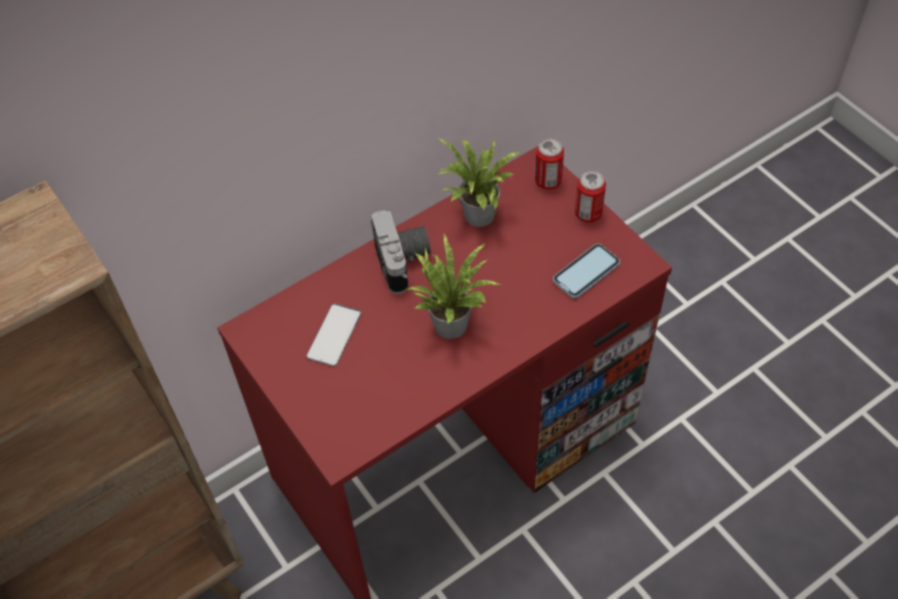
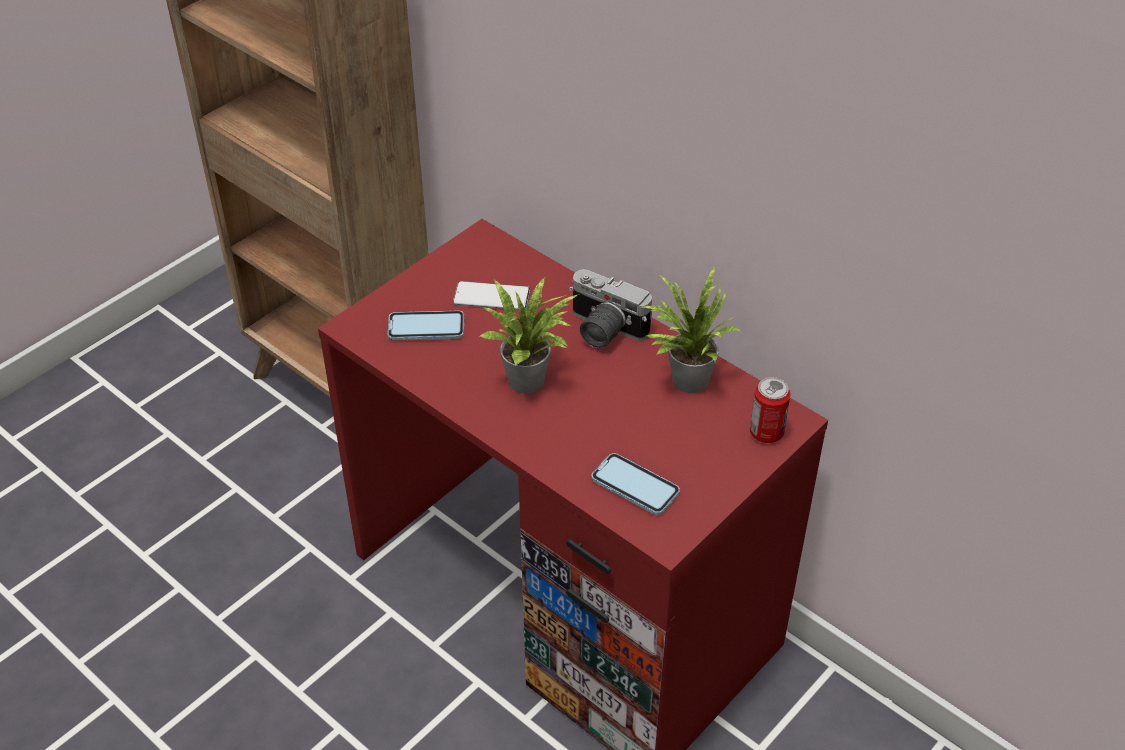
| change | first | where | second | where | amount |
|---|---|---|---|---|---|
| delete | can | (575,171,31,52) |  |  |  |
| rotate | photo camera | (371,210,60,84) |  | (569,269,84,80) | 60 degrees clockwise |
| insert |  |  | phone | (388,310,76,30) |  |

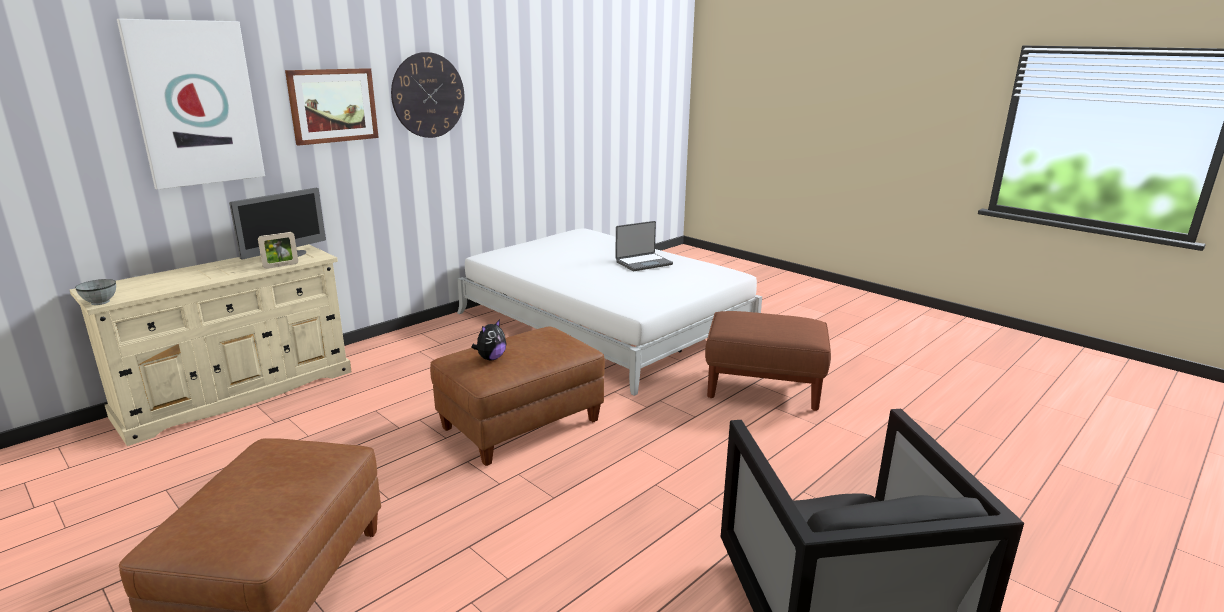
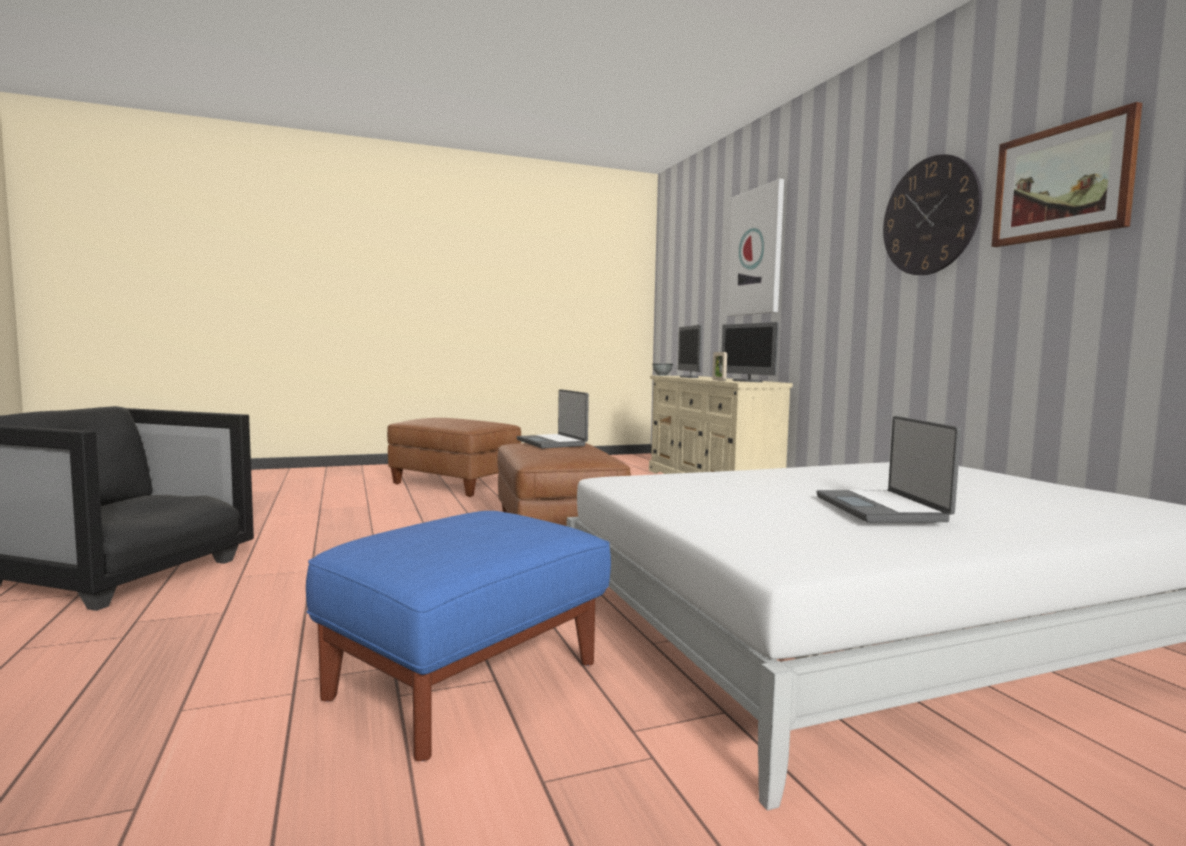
| change | first | where | second | where | amount |
|---|---|---|---|---|---|
| move | picture | (285,68,94,78) |  | (992,102,150,145) |  |
| recolor | ottoman/brown | (705,311,126,100) | ottoman/blue | (306,511,305,250) |  |
| replace | plush toy | (471,319,35,42) | laptop | (517,389,72,59) |  |
| insert |  |  | monitor | (678,325,25,53) |  |

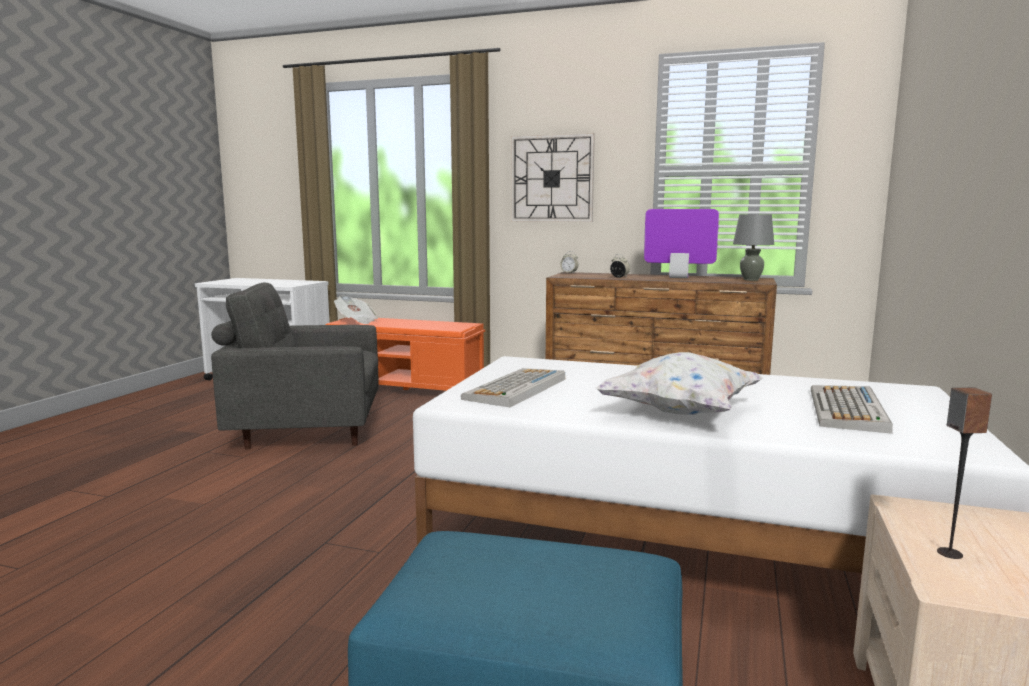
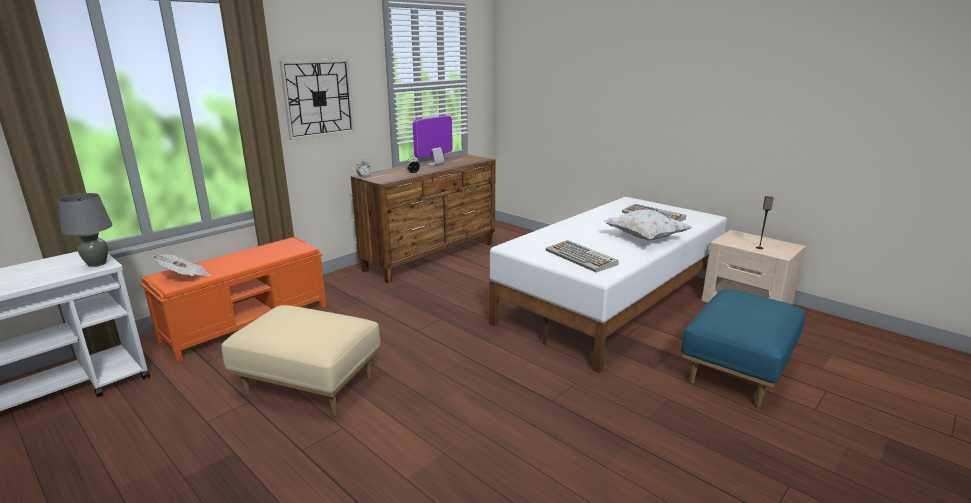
| change | first | where | second | where | amount |
|---|---|---|---|---|---|
| move | table lamp/grey | (733,214,41,67) |  | (58,193,54,74) |  |
| replace | armchair/grey | (211,283,168,167) | ottoman/beige | (222,305,159,111) |  |

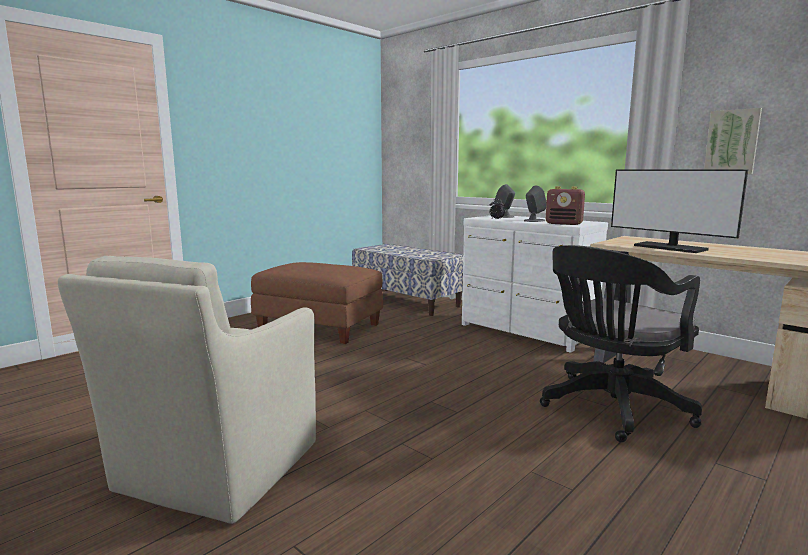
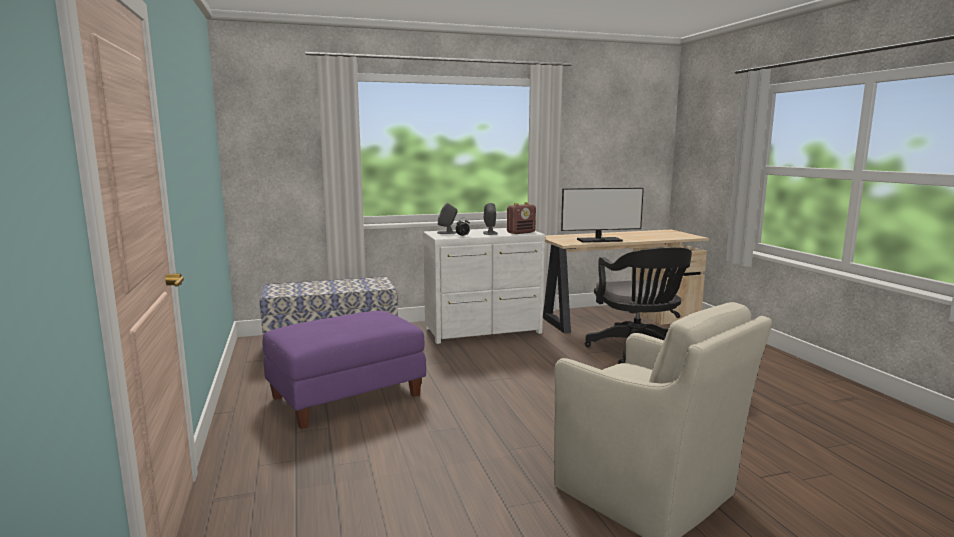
| change | first | where | second | where | amount |
|---|---|---|---|---|---|
| delete | picture | (704,108,58,66) |  |  |  |
| recolor | ottoman/brown | (251,262,132,82) | ottoman/purple | (263,311,163,118) |  |

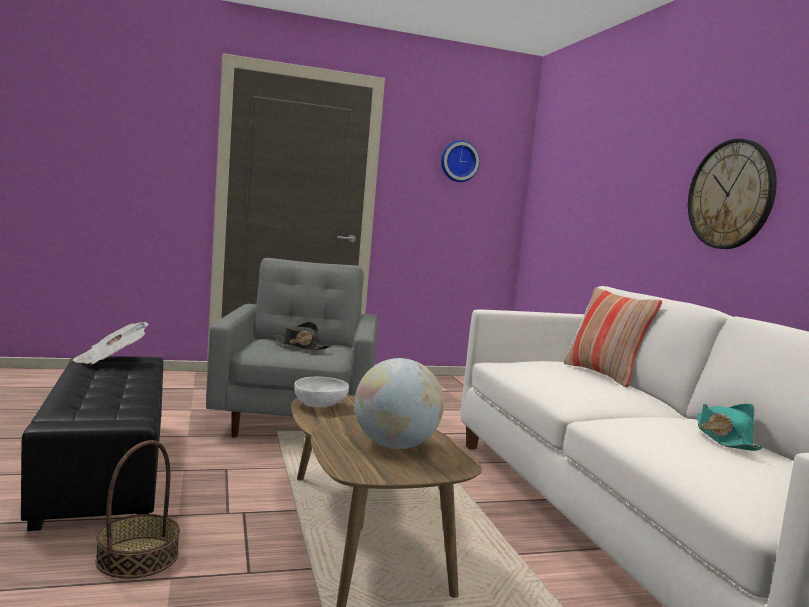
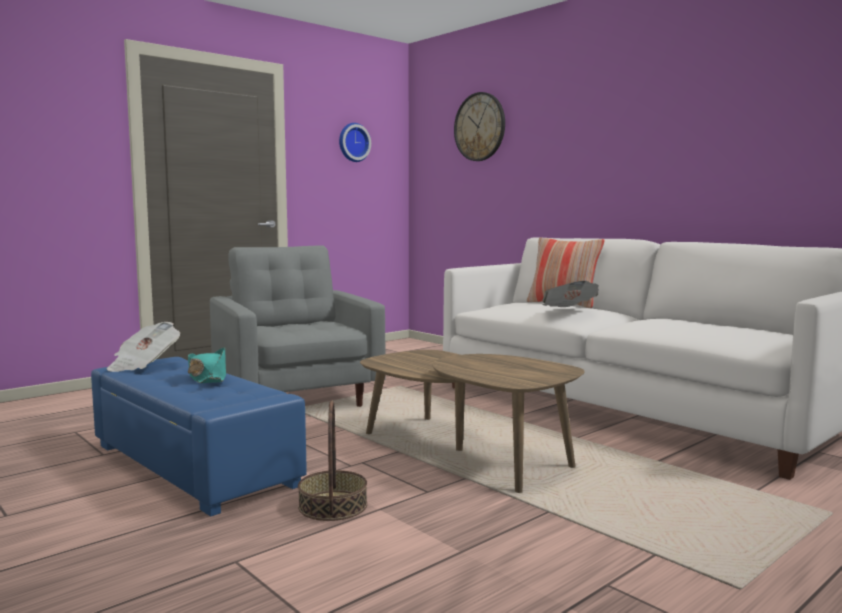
| change | first | where | second | where | amount |
|---|---|---|---|---|---|
| move | wall clock | (688,139,89,110) |  | (454,92,51,69) |  |
| delete | hat/black | (273,322,59,29) |  |  |  |
| recolor | ottoman/black | (21,356,142,175) | ottoman/blue | (91,357,216,159) |  |
| delete | globe | (355,358,89,91) |  |  |  |
| delete | bowl/white | (294,377,55,30) |  |  |  |
| move | hat/turquoise | (697,404,65,47) |  | (188,347,38,36) |  |
| insert |  |  | newspaper | (542,281,57,26) |  |

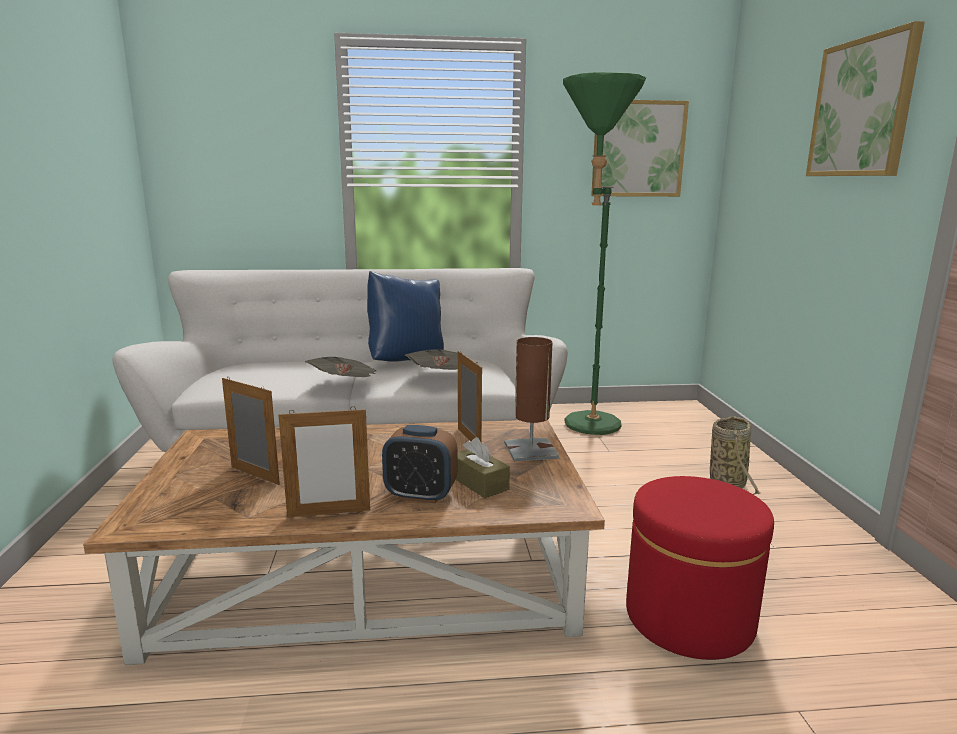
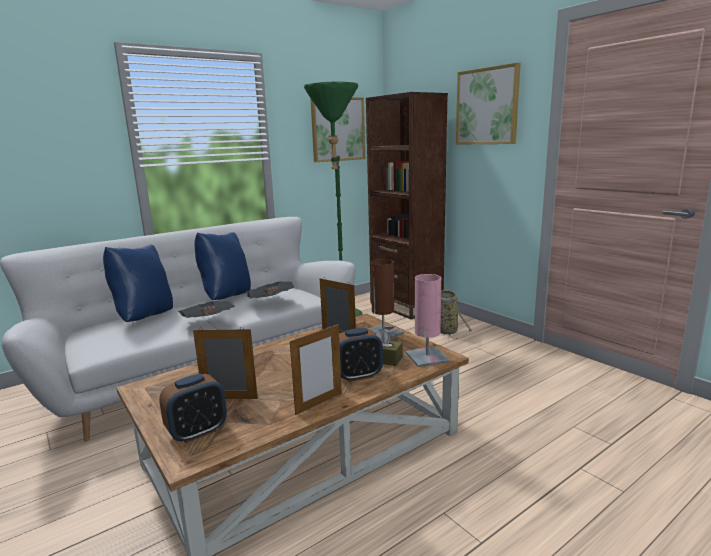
| change | first | where | second | where | amount |
|---|---|---|---|---|---|
| delete | ottoman/red | (626,476,148,184) |  |  |  |
| insert |  |  | bookcase/brown | (366,92,82,228) |  |
| insert |  |  | pillow/blue | (103,245,70,77) |  |
| insert |  |  | table lamp/pink | (406,274,44,93) |  |
| insert |  |  | alarm clock | (159,374,68,69) |  |

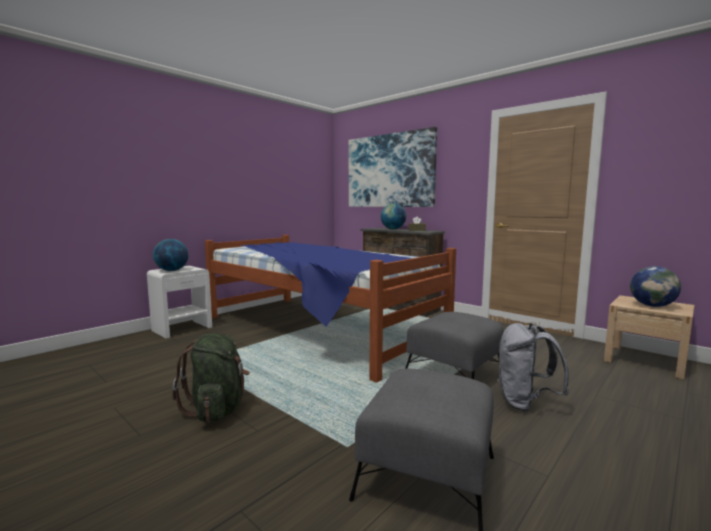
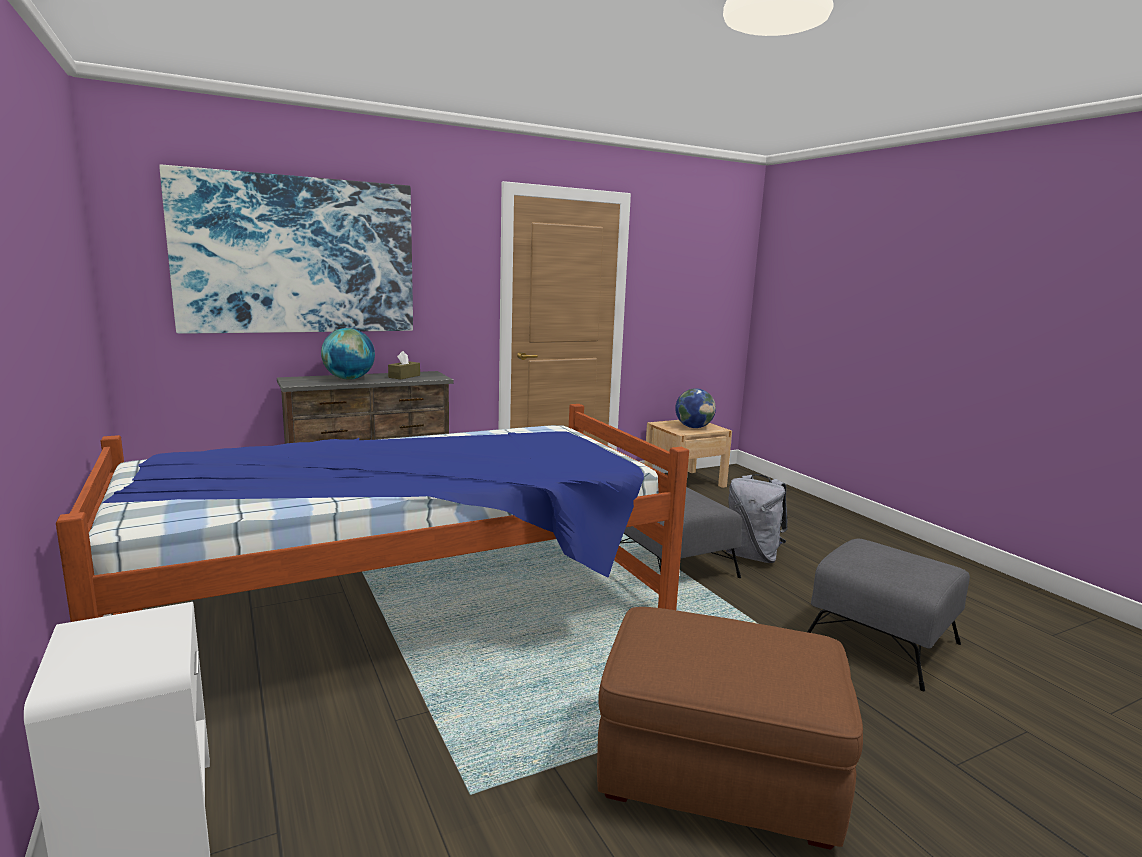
| change | first | where | second | where | amount |
|---|---|---|---|---|---|
| delete | globe | (153,239,36,32) |  |  |  |
| replace | backpack/green | (172,333,78,89) | ottoman/brown | (597,607,266,243) |  |

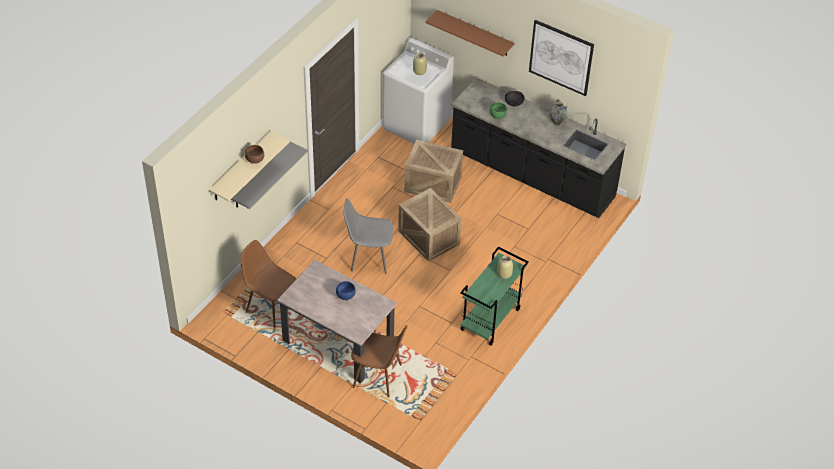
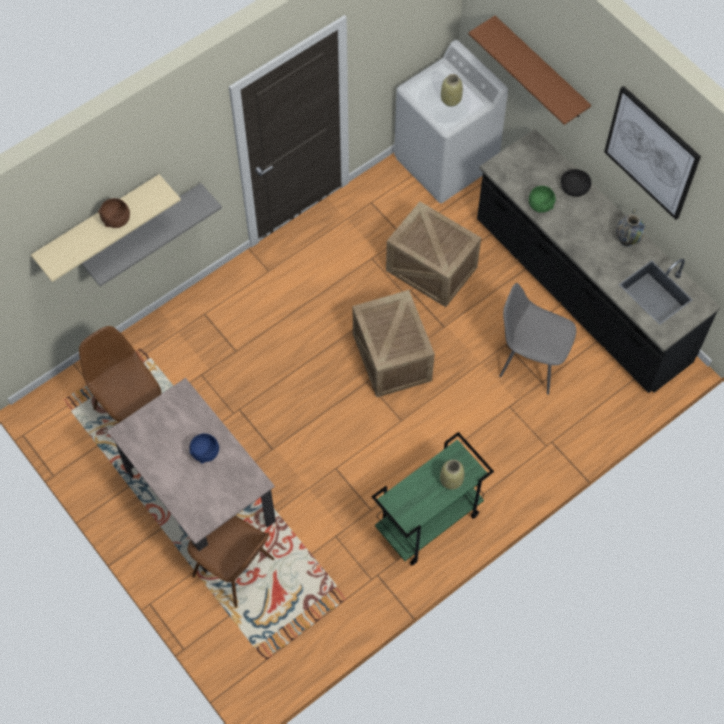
| change | first | where | second | where | amount |
|---|---|---|---|---|---|
| move | chair/grey | (344,198,50,76) |  | (499,283,77,112) |  |

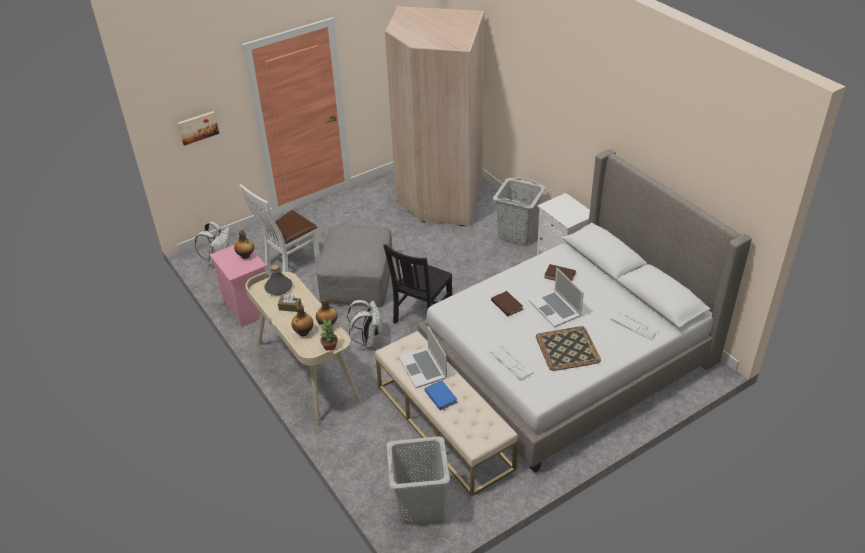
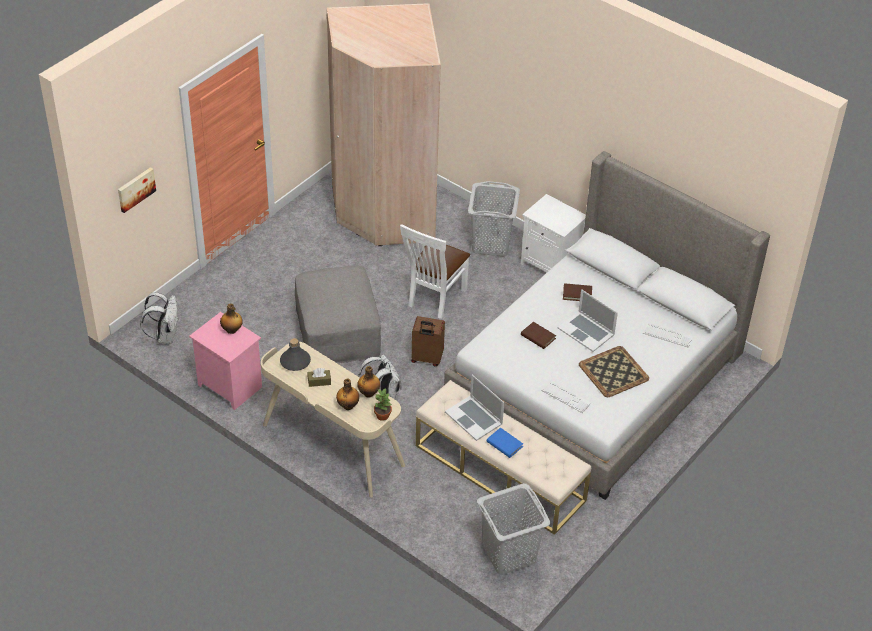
| change | first | where | second | where | amount |
|---|---|---|---|---|---|
| move | chair/white | (239,184,81,88) |  | (400,224,70,95) |  |
| replace | chair/black | (383,244,69,80) | suitcase/brown | (411,316,34,50) |  |

